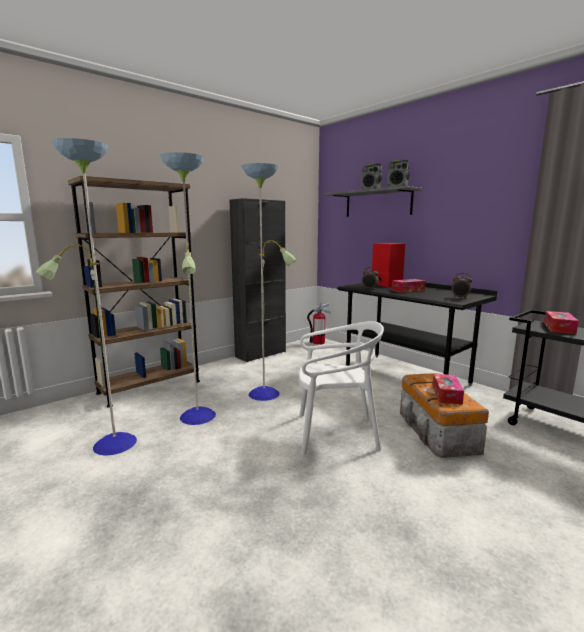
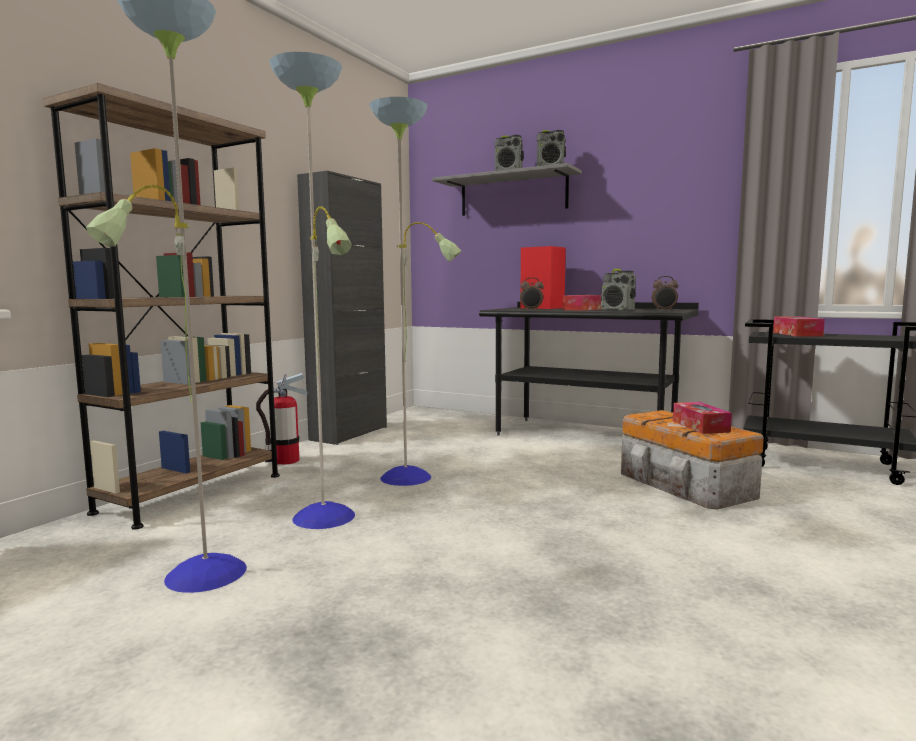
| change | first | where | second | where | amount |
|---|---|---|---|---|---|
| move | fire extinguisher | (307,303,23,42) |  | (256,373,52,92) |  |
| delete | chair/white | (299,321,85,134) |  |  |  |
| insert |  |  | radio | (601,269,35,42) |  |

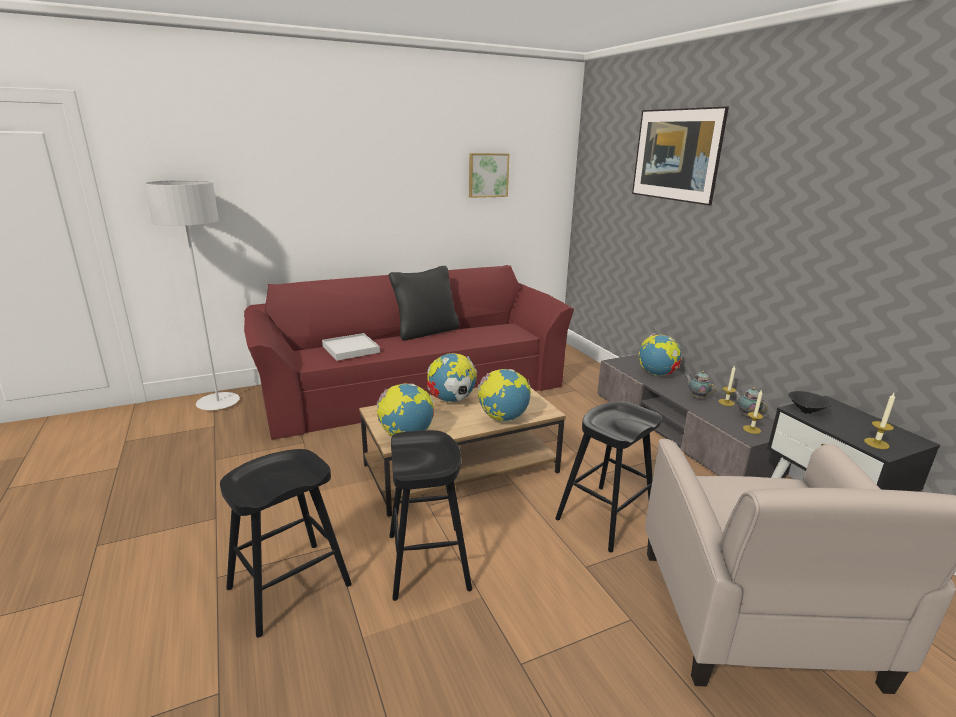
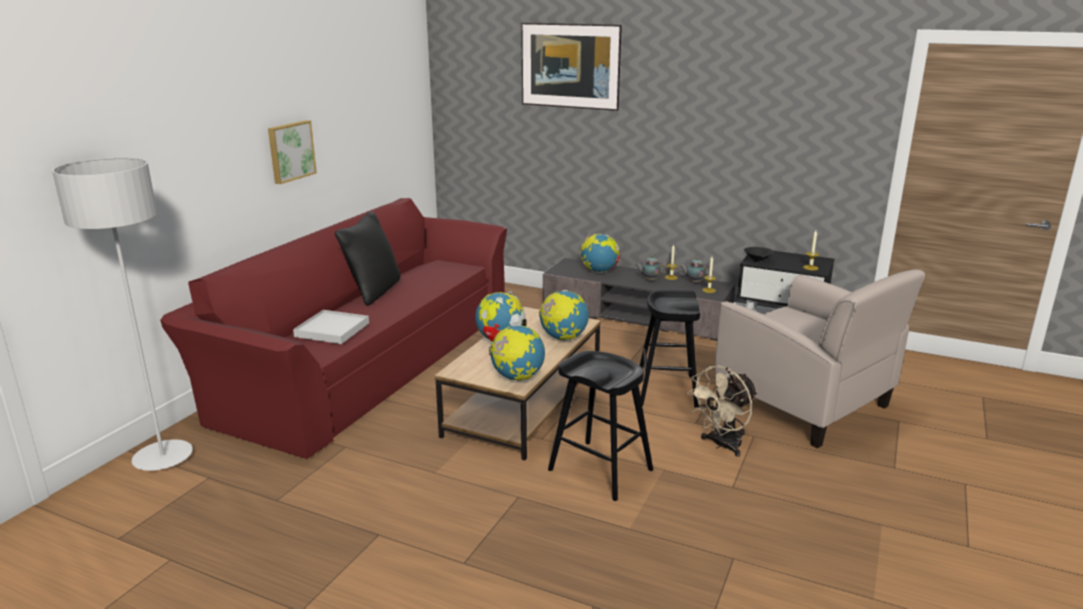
| change | first | where | second | where | amount |
|---|---|---|---|---|---|
| move | picture | (469,153,41,45) |  | (268,120,49,64) |  |
| delete | stool/black | (220,449,132,189) |  |  |  |
| insert |  |  | fan/beige | (687,365,71,92) |  |

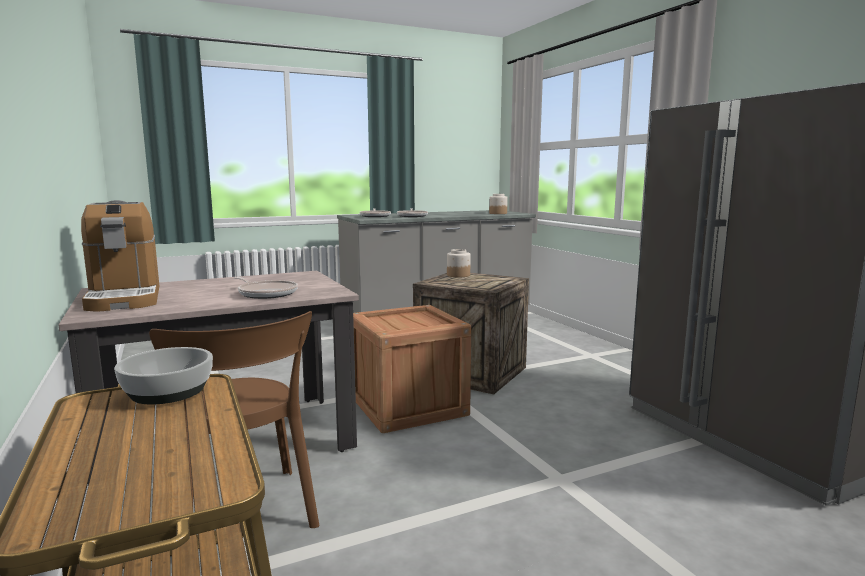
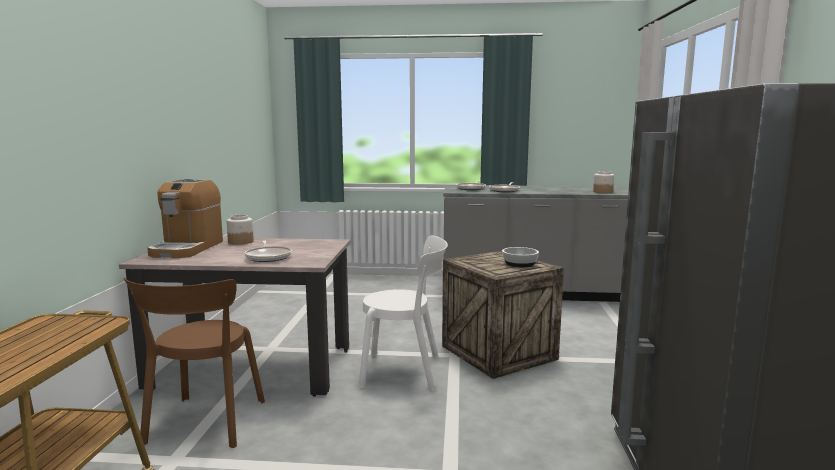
| change | first | where | second | where | amount |
|---|---|---|---|---|---|
| move | jar | (447,249,24,28) |  | (227,214,27,31) |  |
| replace | crate | (353,305,118,128) | chair/white | (359,236,89,155) |  |
| move | bowl | (114,347,99,57) |  | (502,247,37,20) |  |

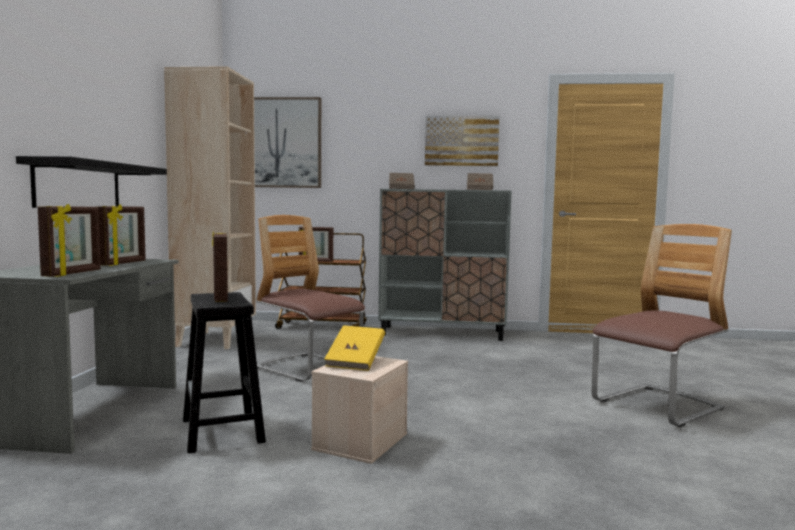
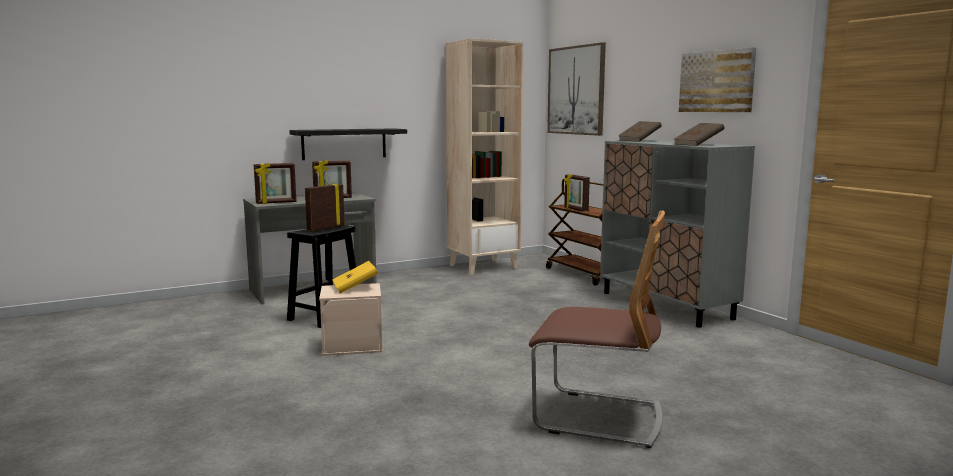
| change | first | where | second | where | amount |
|---|---|---|---|---|---|
| delete | chair | (257,215,108,167) |  |  |  |

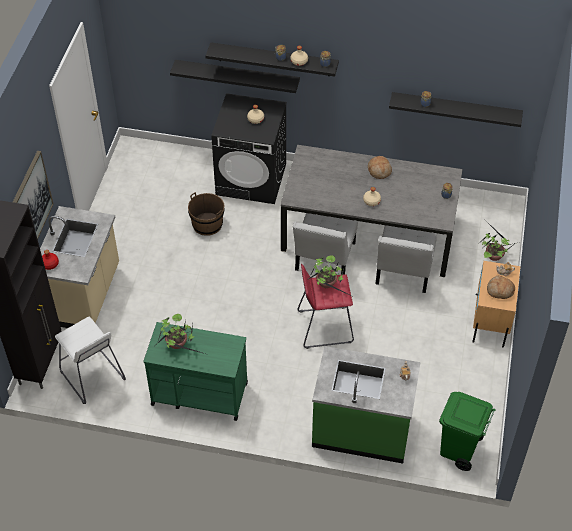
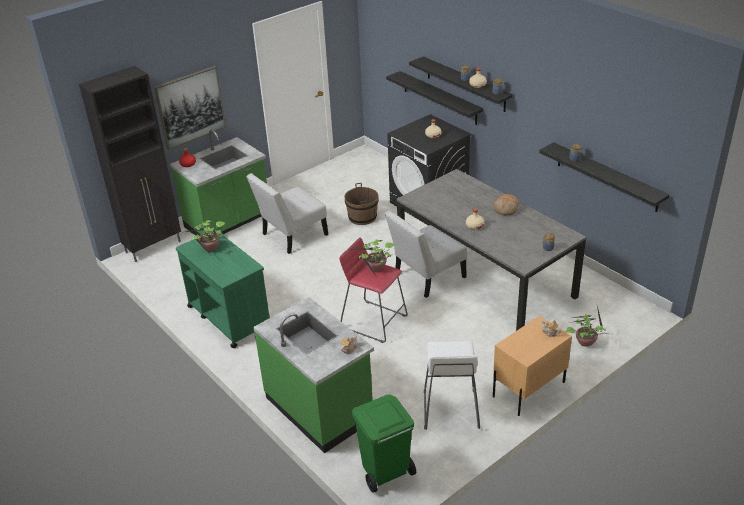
| change | first | where | second | where | amount |
|---|---|---|---|---|---|
| recolor | counter/beige | (40,206,79,122) | counter/green | (170,129,97,107) |  |
| move | chair/white | (375,225,62,68) |  | (246,173,82,81) |  |
| delete | bread | (487,276,28,23) |  |  |  |
| move | stool/white | (55,317,71,87) |  | (424,341,56,89) |  |

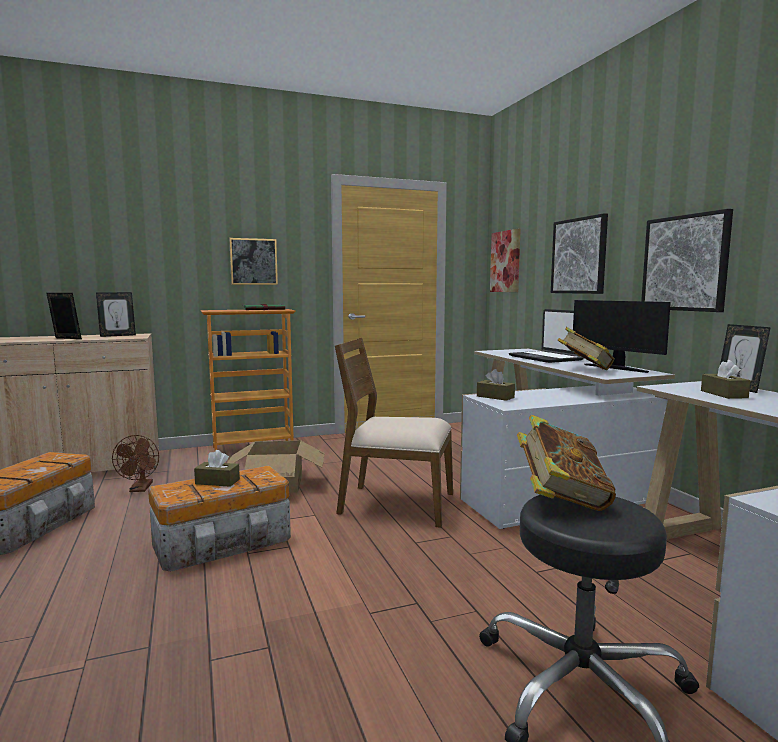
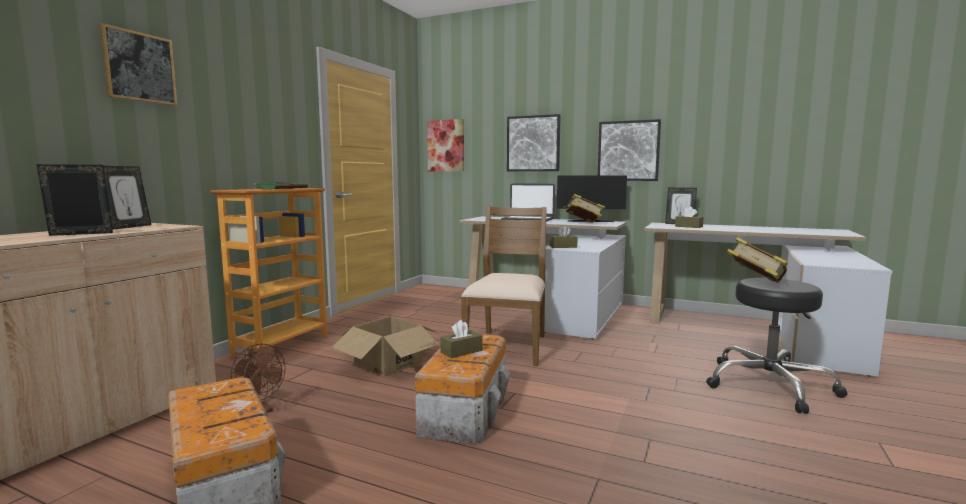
| change | first | where | second | where | amount |
|---|---|---|---|---|---|
| move | picture | (229,238,49,47) |  | (99,23,78,82) |  |
| rotate | chair/brown | (335,338,118,190) |  | (461,206,86,160) | 135 degrees clockwise |

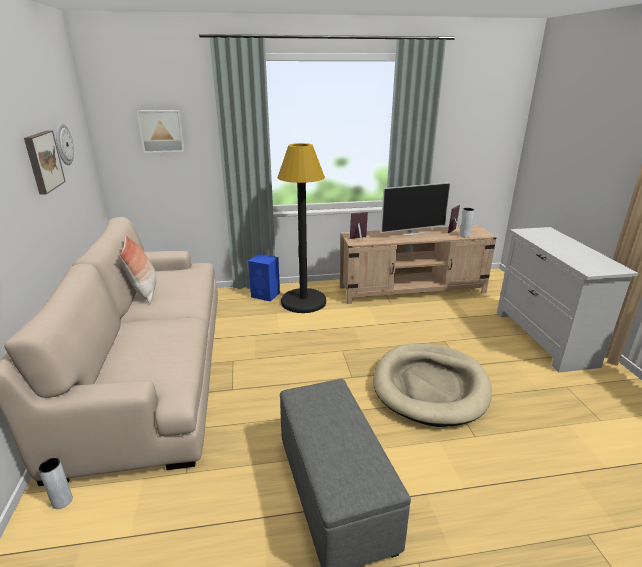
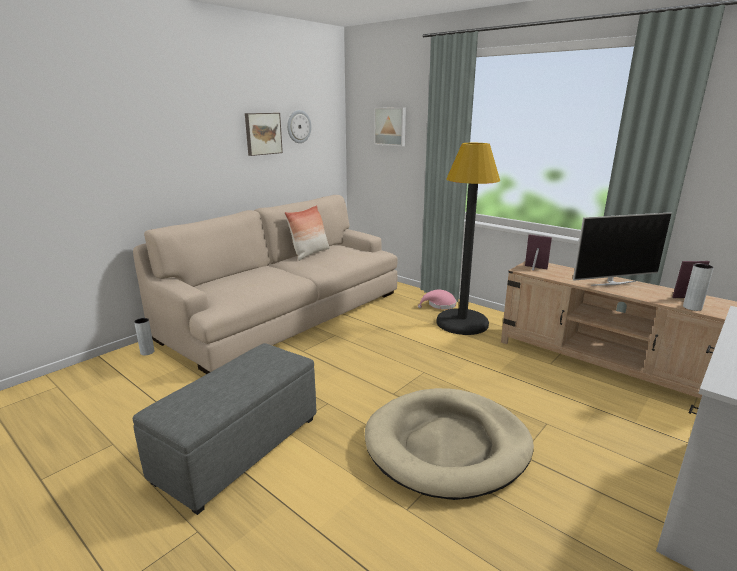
| change | first | where | second | where | amount |
|---|---|---|---|---|---|
| rotate | television | (381,183,70,53) |  | (573,212,98,74) | 45 degrees counterclockwise |
| replace | speaker/blue | (248,254,32,48) | hat/pink | (418,290,38,19) |  |

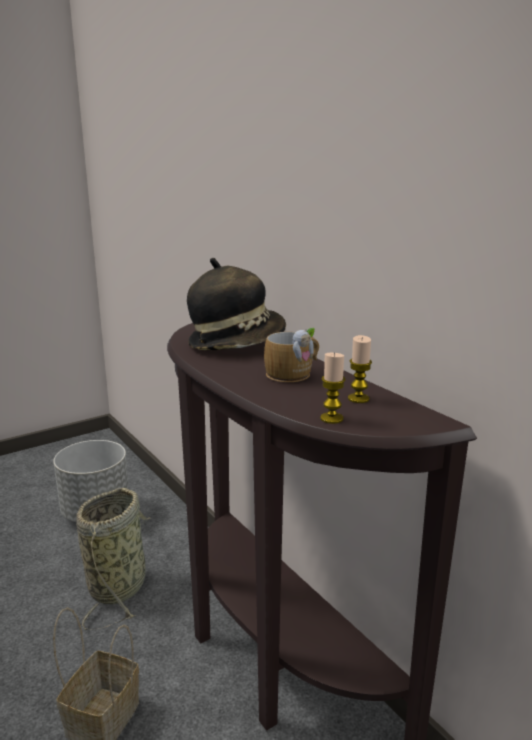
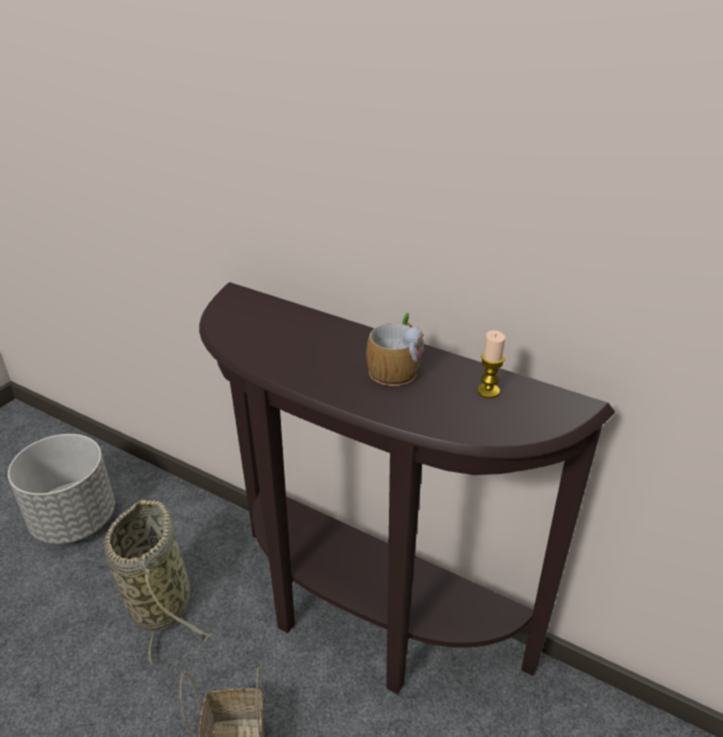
| change | first | where | second | where | amount |
|---|---|---|---|---|---|
| delete | hat | (187,258,99,93) |  |  |  |
| delete | candle | (320,352,26,72) |  |  |  |

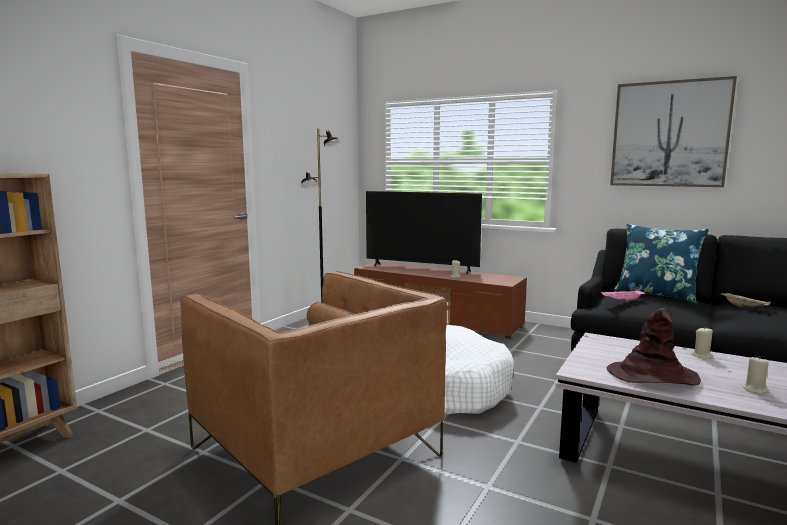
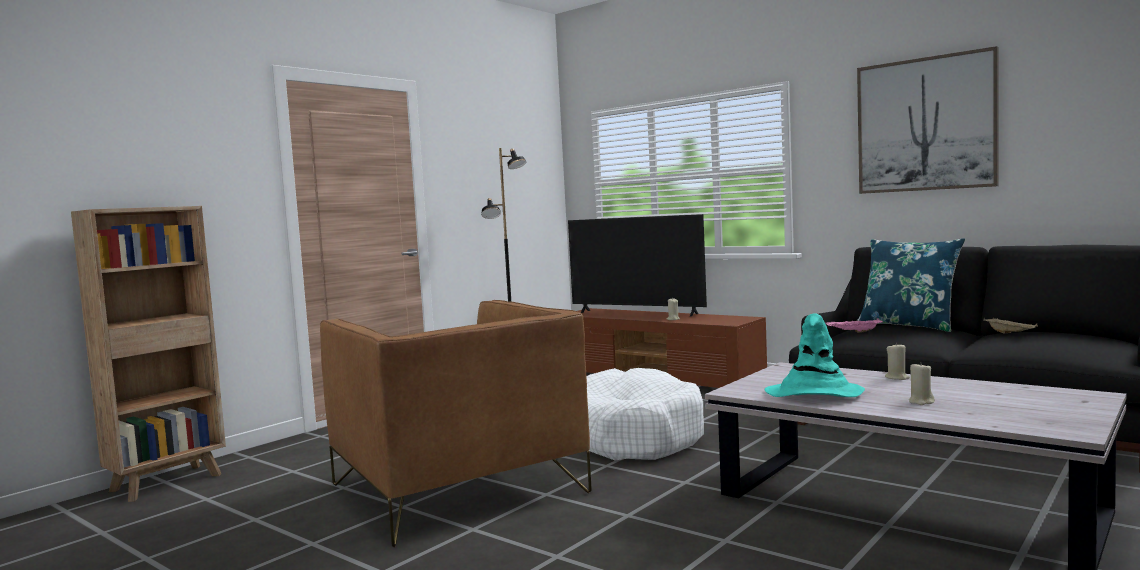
| change | first | where | second | where | amount |
|---|---|---|---|---|---|
| recolor | hat/brown | (607,308,94,78) | hat/turquoise | (764,313,101,84) |  |

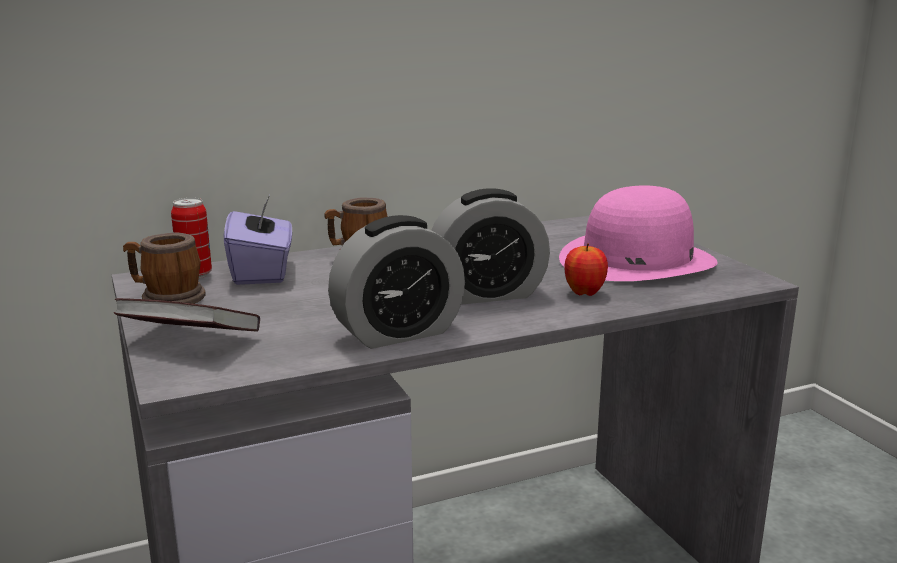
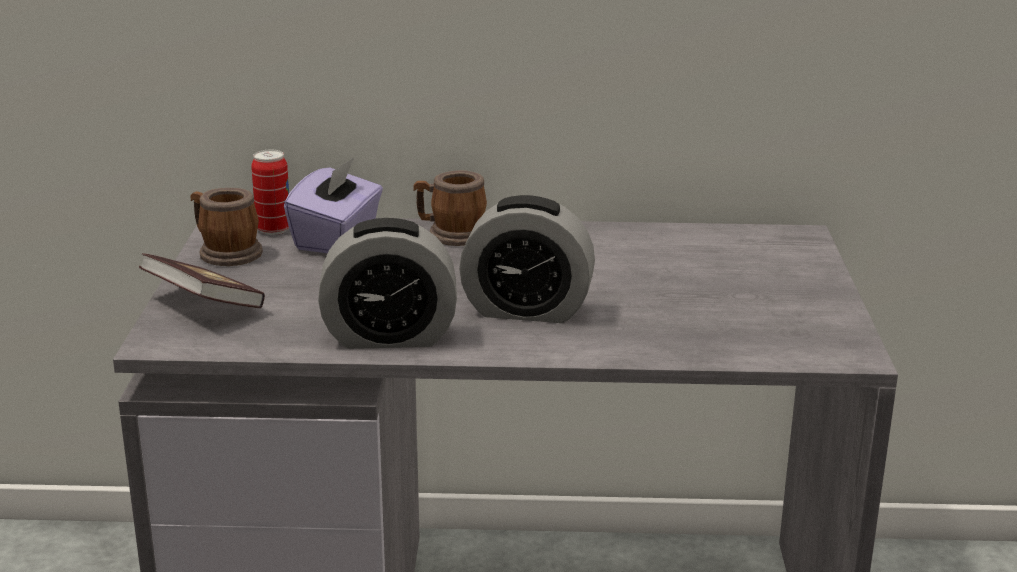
| change | first | where | second | where | amount |
|---|---|---|---|---|---|
| delete | hat/pink | (559,185,159,96) |  |  |  |
| delete | apple | (564,243,44,53) |  |  |  |

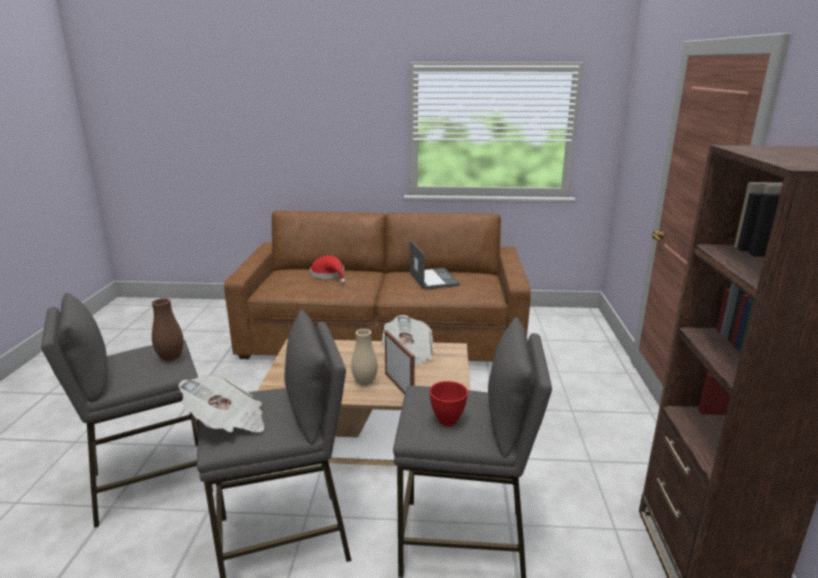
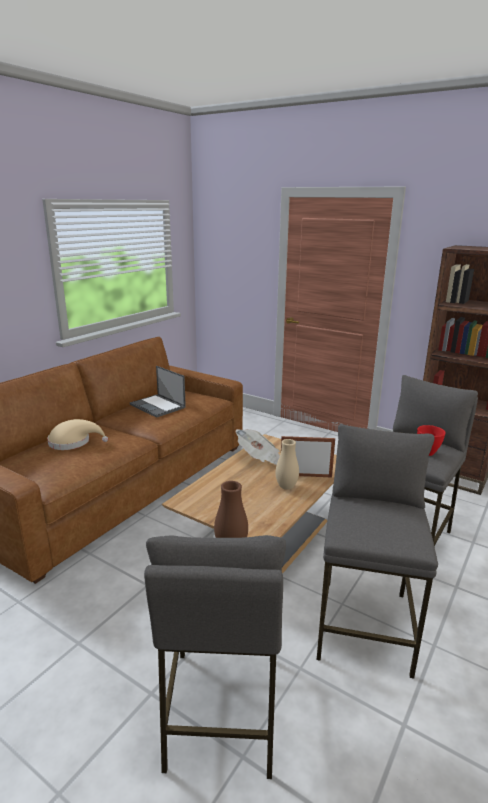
| change | first | where | second | where | amount |
|---|---|---|---|---|---|
| rotate | laptop | (410,240,50,50) |  | (130,366,56,52) | 150 degrees counterclockwise |
| recolor | hat/red | (310,255,36,29) | hat/beige | (47,419,61,31) |  |
| delete | newspaper | (179,375,85,57) |  |  |  |

